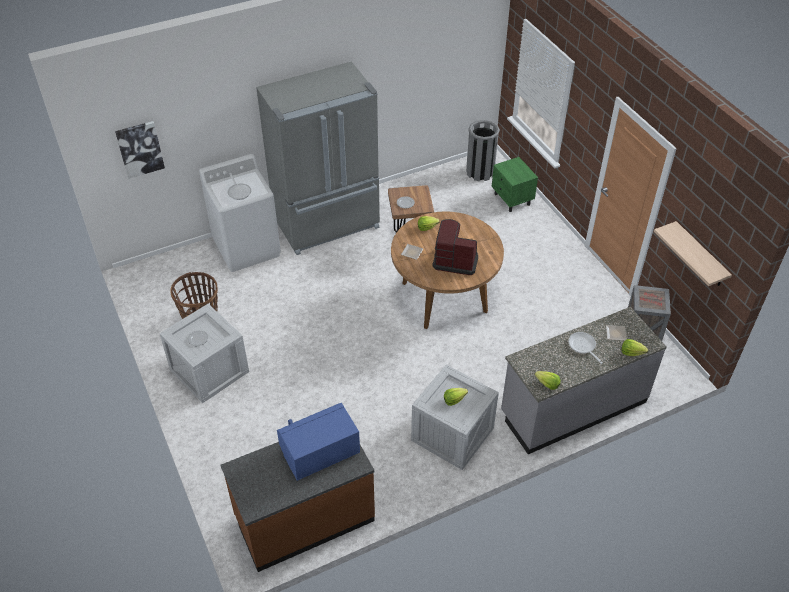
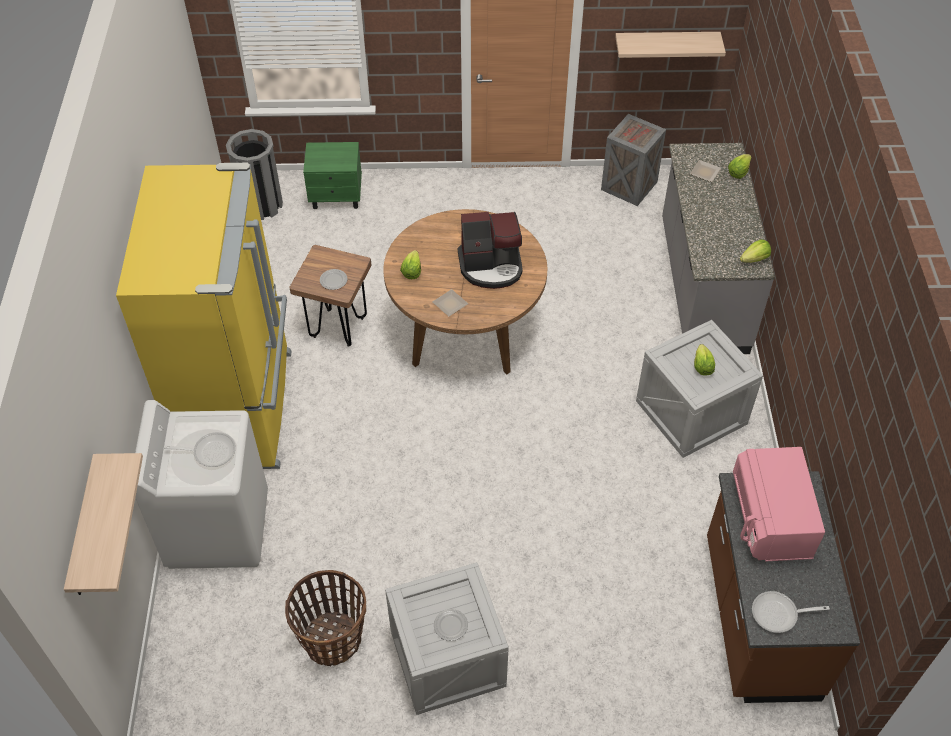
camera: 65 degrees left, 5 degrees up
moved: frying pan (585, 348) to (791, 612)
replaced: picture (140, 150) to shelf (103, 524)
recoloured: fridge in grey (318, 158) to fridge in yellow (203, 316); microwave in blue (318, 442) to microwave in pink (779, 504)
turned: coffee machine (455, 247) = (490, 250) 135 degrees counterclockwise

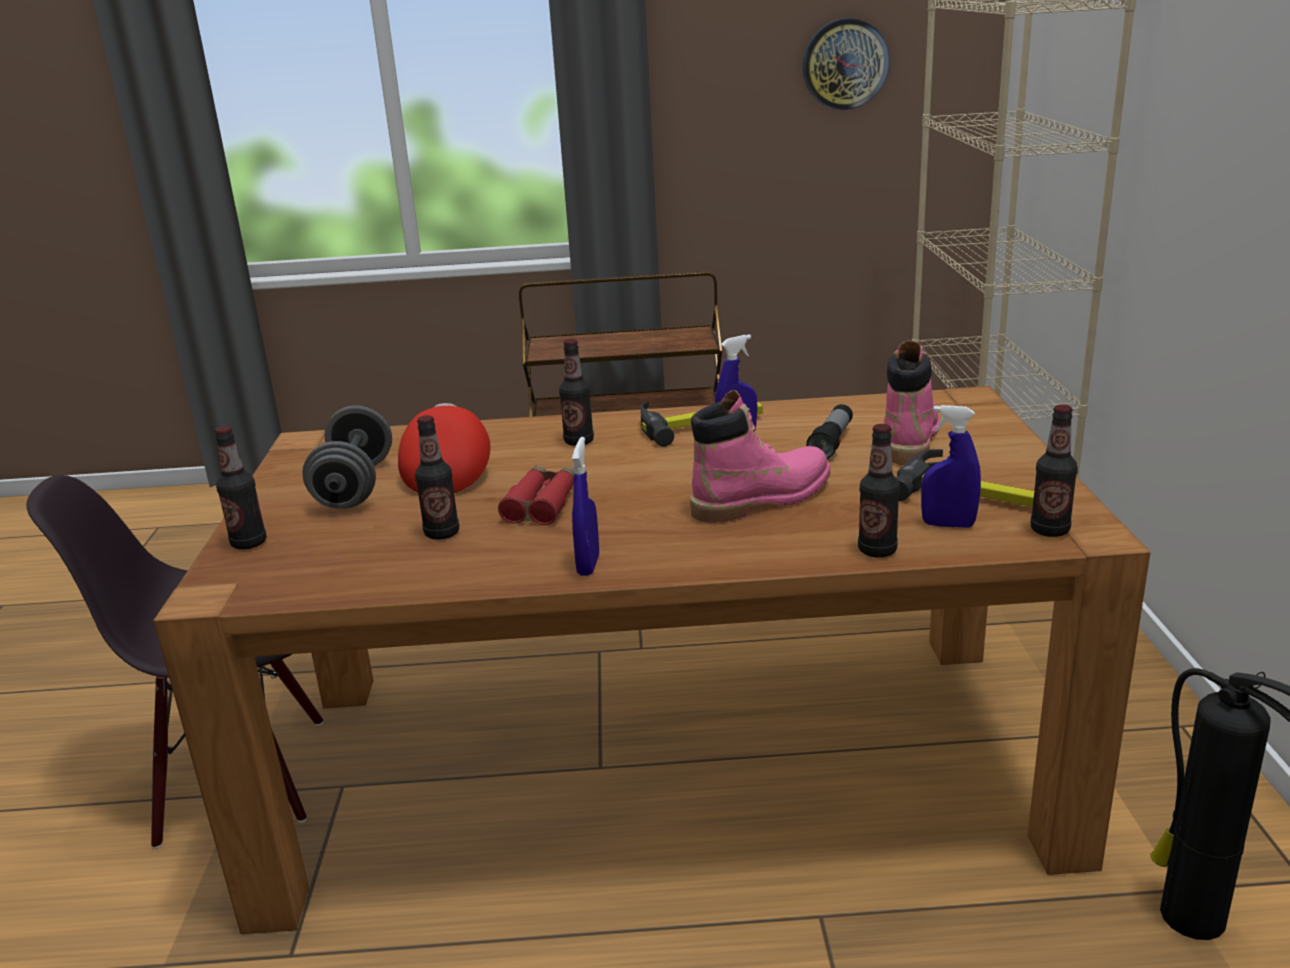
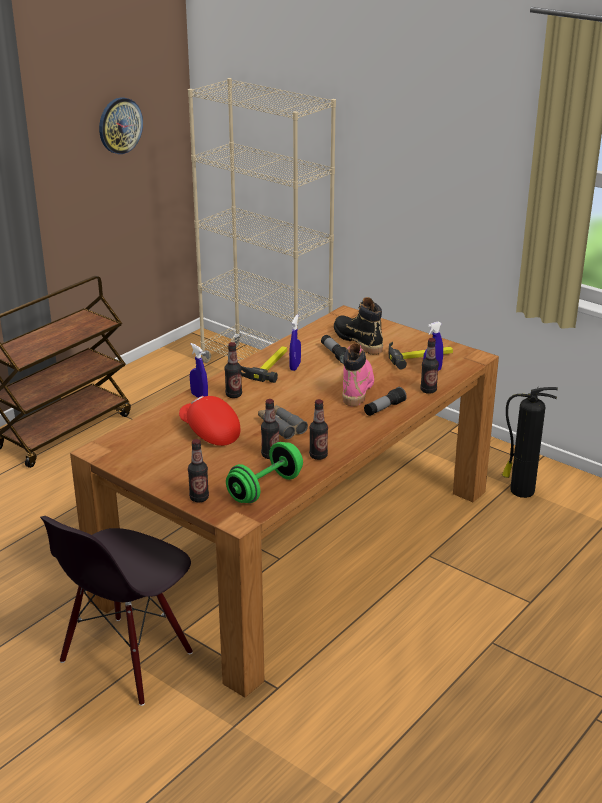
camera: 50 degrees left, 5 degrees up
removed: dumbbell in grey (347, 457)
added: dumbbell in green (264, 472); flashlight (385, 401)
moved: spray bottle in blue (585, 506) to (199, 370); bottle (1054, 470) to (318, 429)
recoloured: binoculars in red (536, 495) to binoculars in grey (283, 422); boot in pink (911, 402) to boot in black (358, 326)

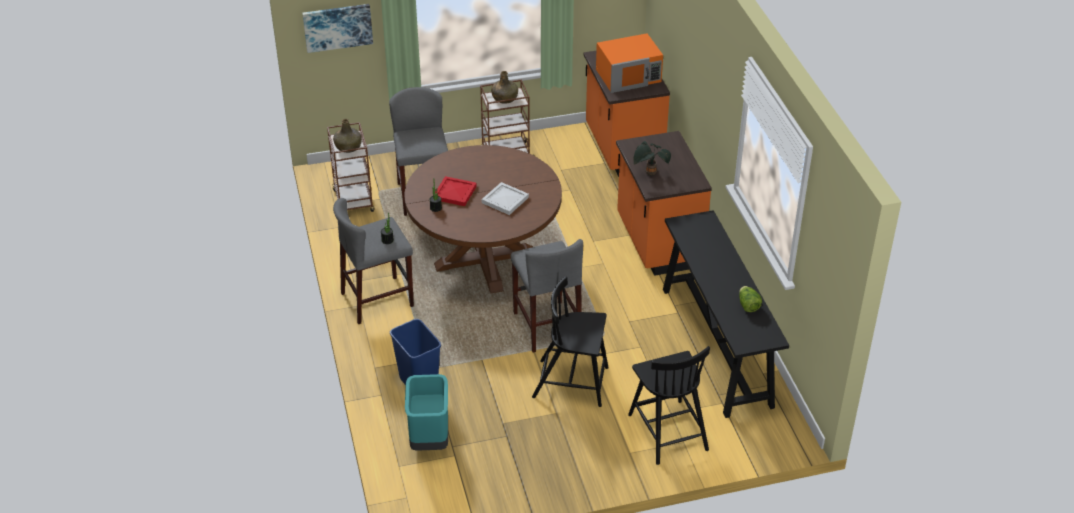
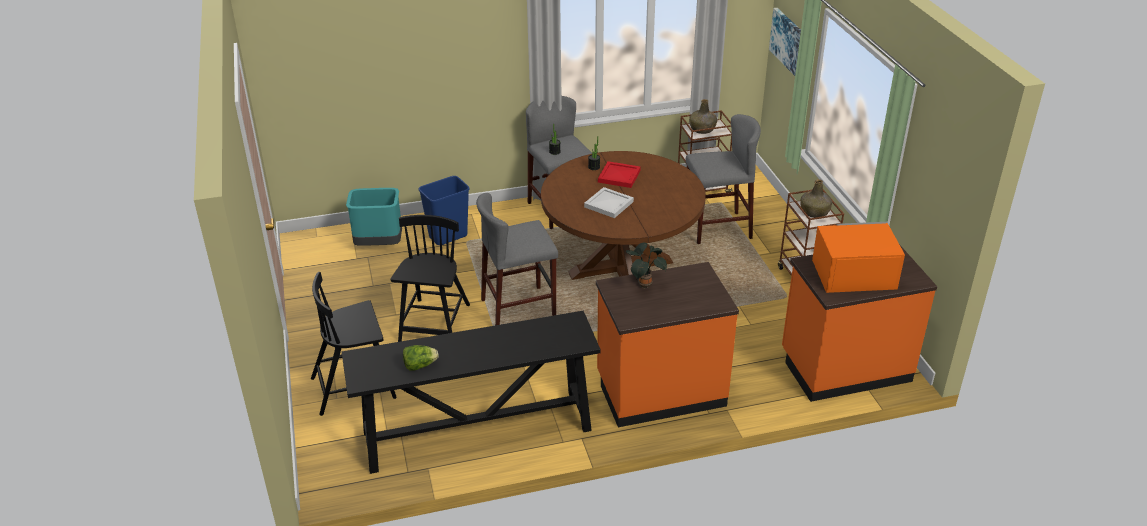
camera: 90 degrees right, 5 degrees down
turned: microwave in orange (629, 63) = (858, 257) 105 degrees clockwise

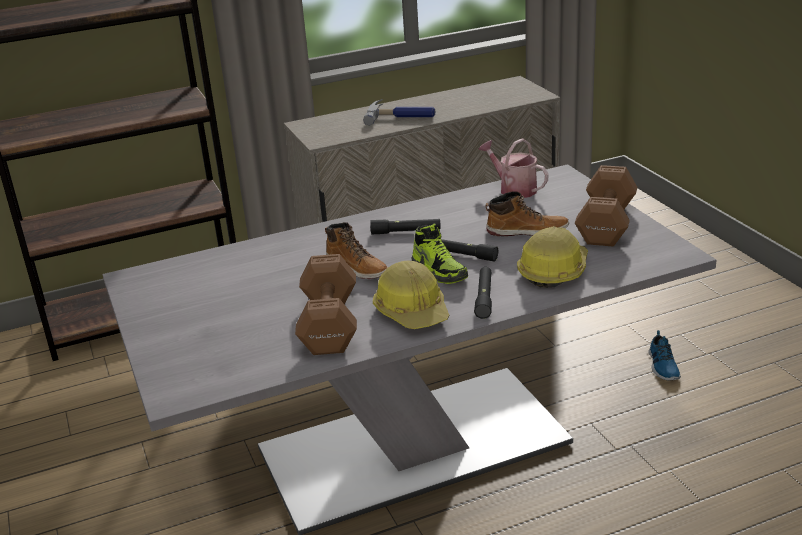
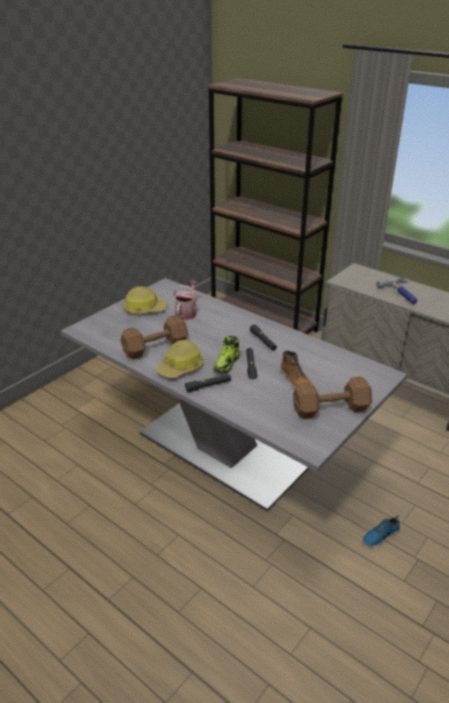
camera: 60 degrees right, 5 degrees up
removed: boot (356, 250)
moved: hard hat (552, 257) to (145, 300); watering can (513, 168) to (185, 300)

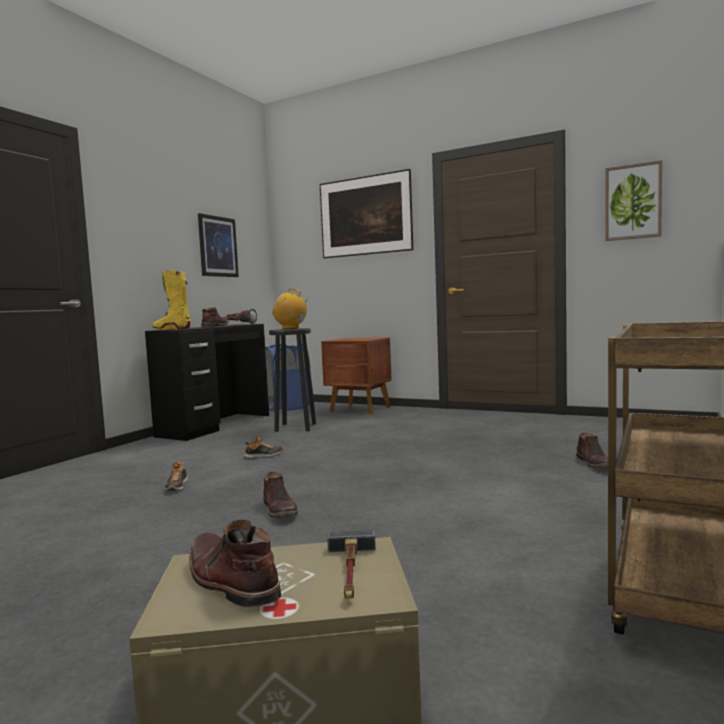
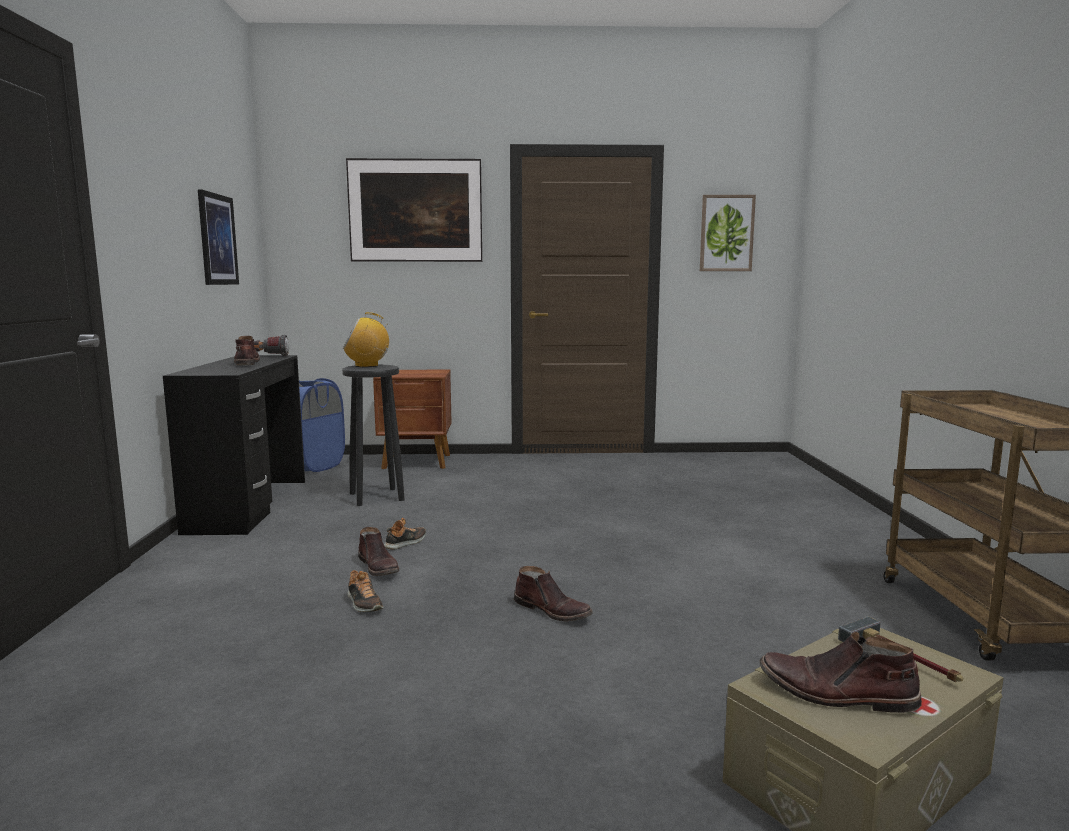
camera: 30 degrees left, 5 degrees up
removed: boot in yellow (172, 300)
moved: boot in brown (592, 451) to (378, 551)

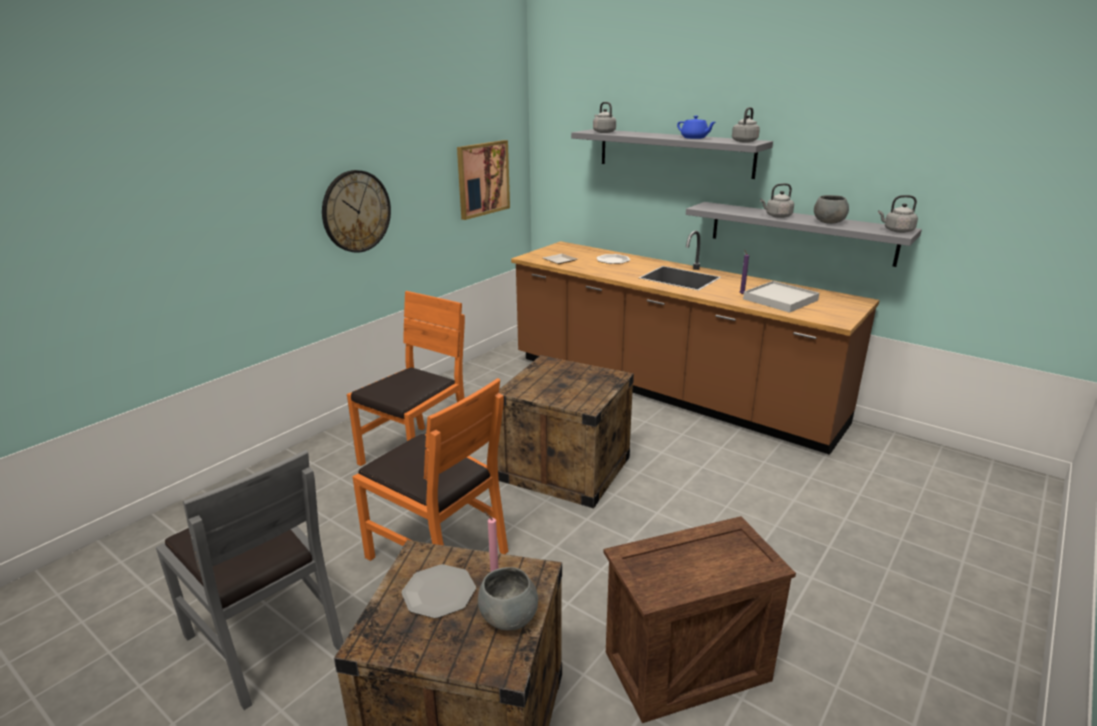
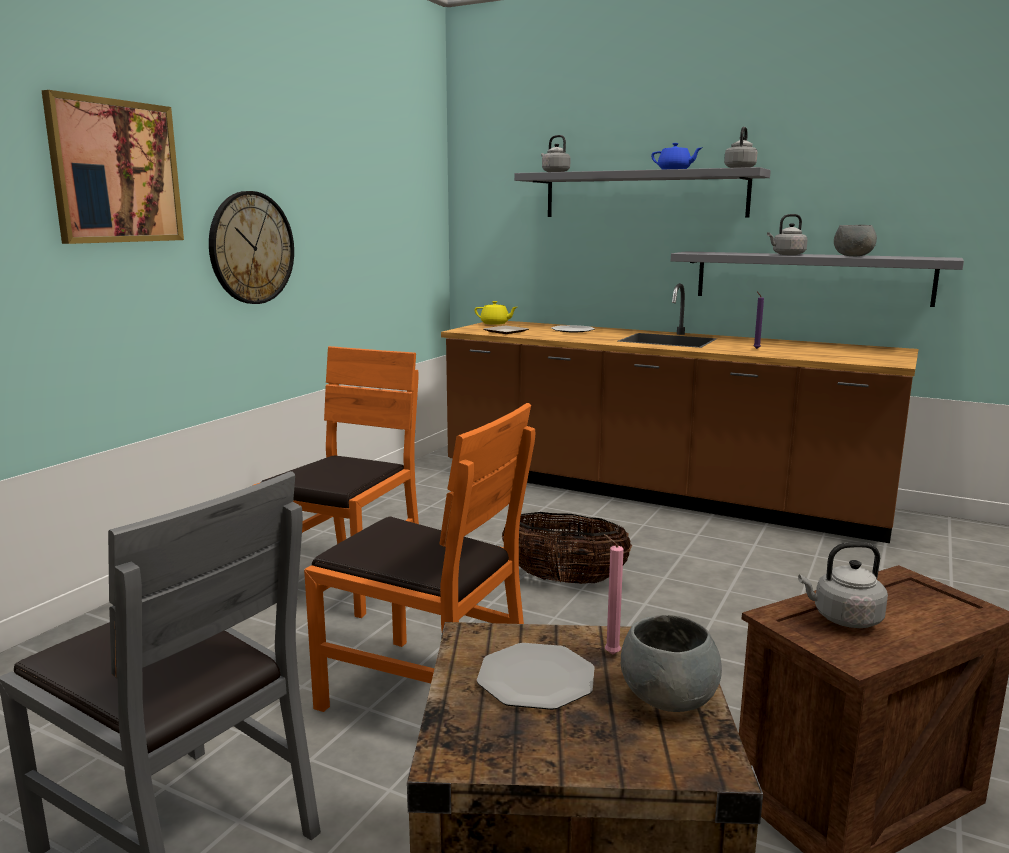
camera: 10 degrees left, 10 degrees down
removed: tray in white (781, 297)
added: teapot in yellow (496, 313)
moved: picture (483, 180) to (112, 167); kettle in grey (898, 214) to (843, 585)
replaced: crate (566, 431) to basket (567, 548)

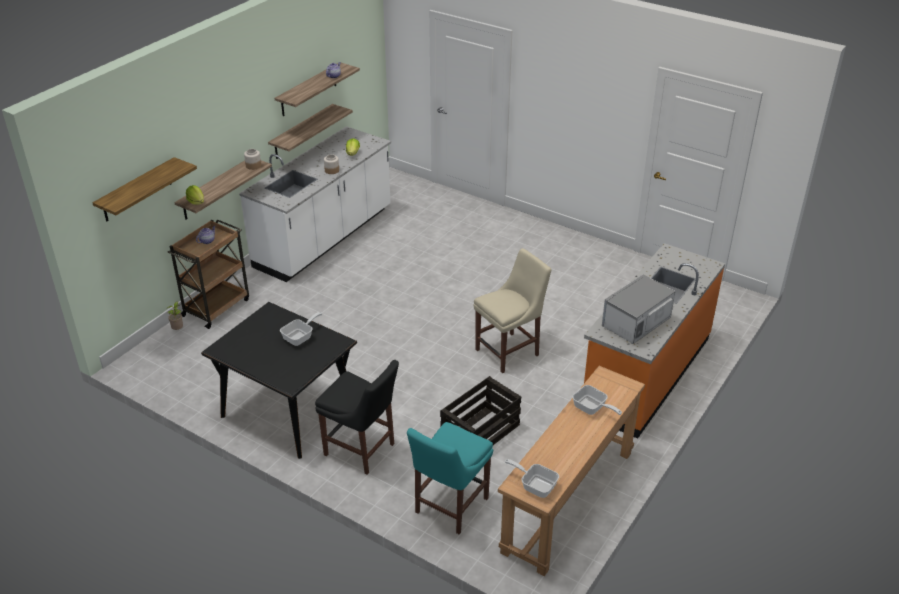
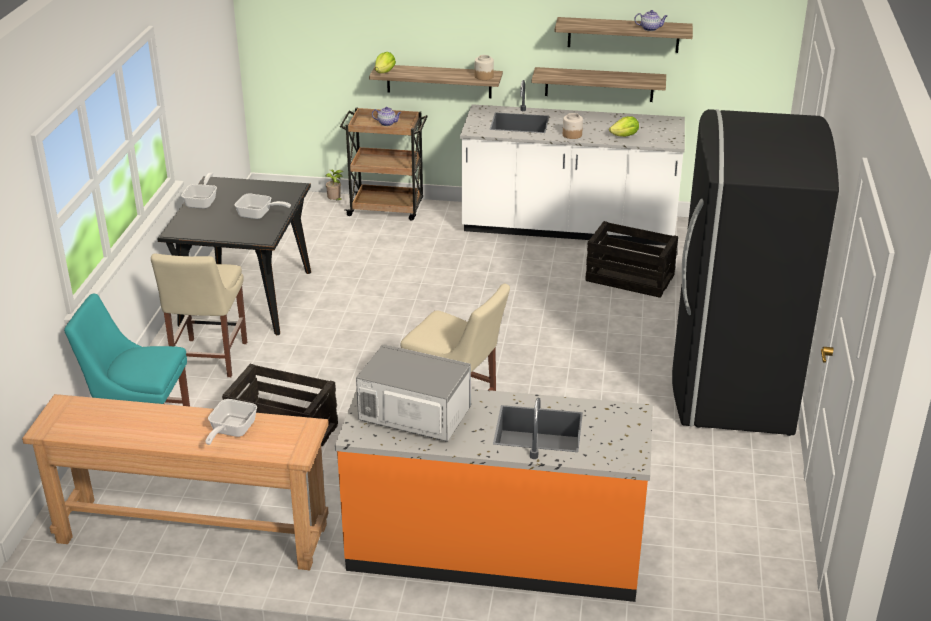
camera: 65 degrees right, 5 degrees down
removed: shelf (144, 189)
added: crate (631, 259); fridge in black (755, 272)
moved: frying pan (532, 478) to (199, 190)
recoloured: chair in black (357, 417) to chair in beige (199, 315)

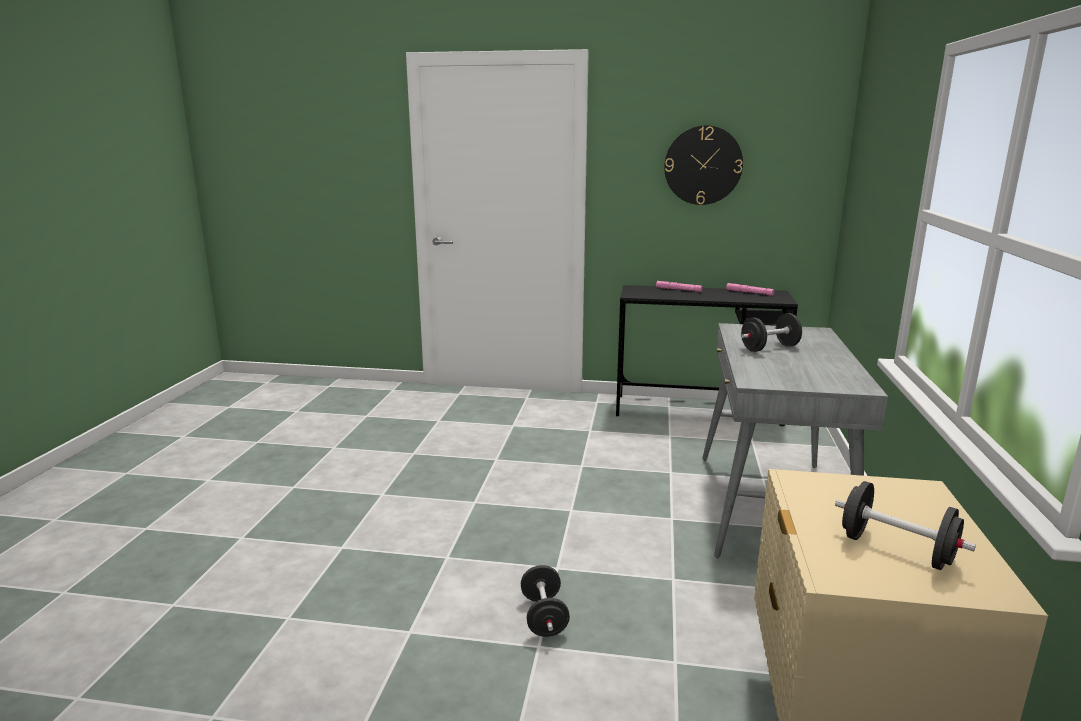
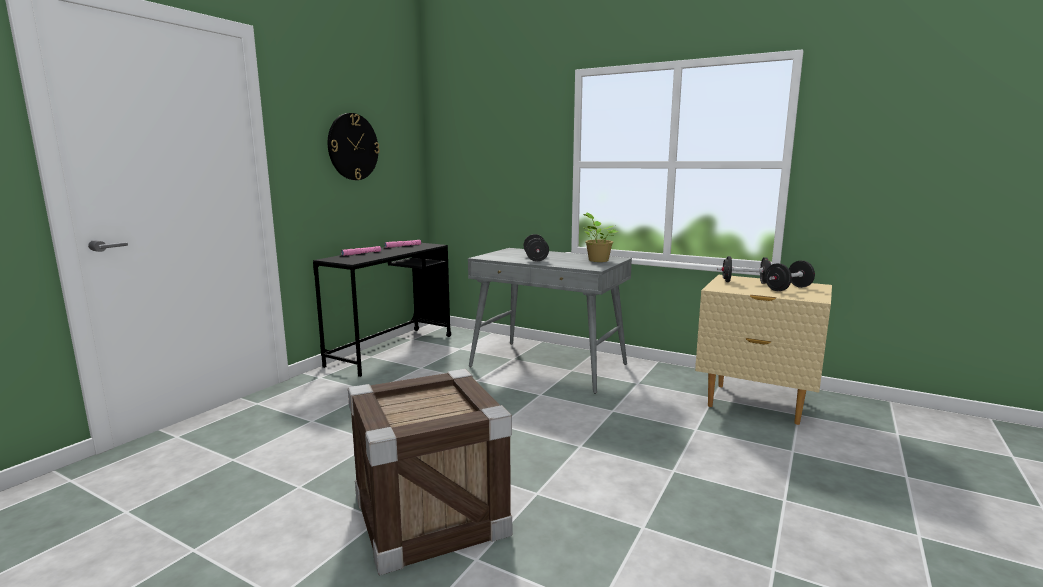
camera: 70 degrees left, 5 degrees down
added: crate (430, 472); potted plant (601, 237)
moved: dumbbell in black (545, 601) to (744, 270)

